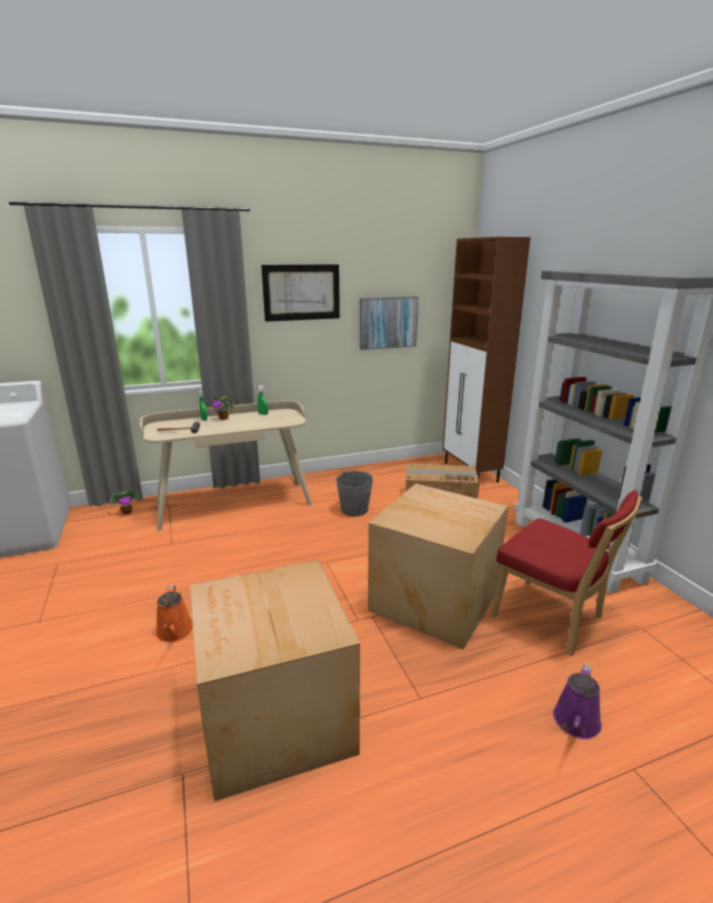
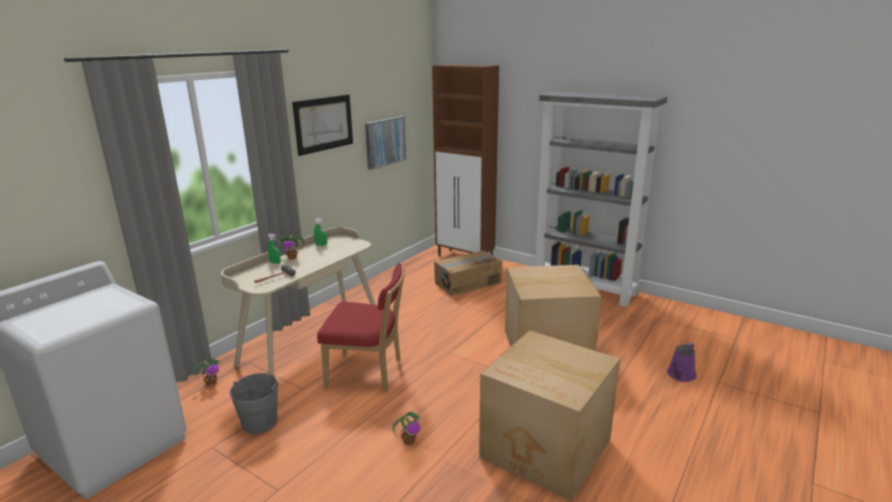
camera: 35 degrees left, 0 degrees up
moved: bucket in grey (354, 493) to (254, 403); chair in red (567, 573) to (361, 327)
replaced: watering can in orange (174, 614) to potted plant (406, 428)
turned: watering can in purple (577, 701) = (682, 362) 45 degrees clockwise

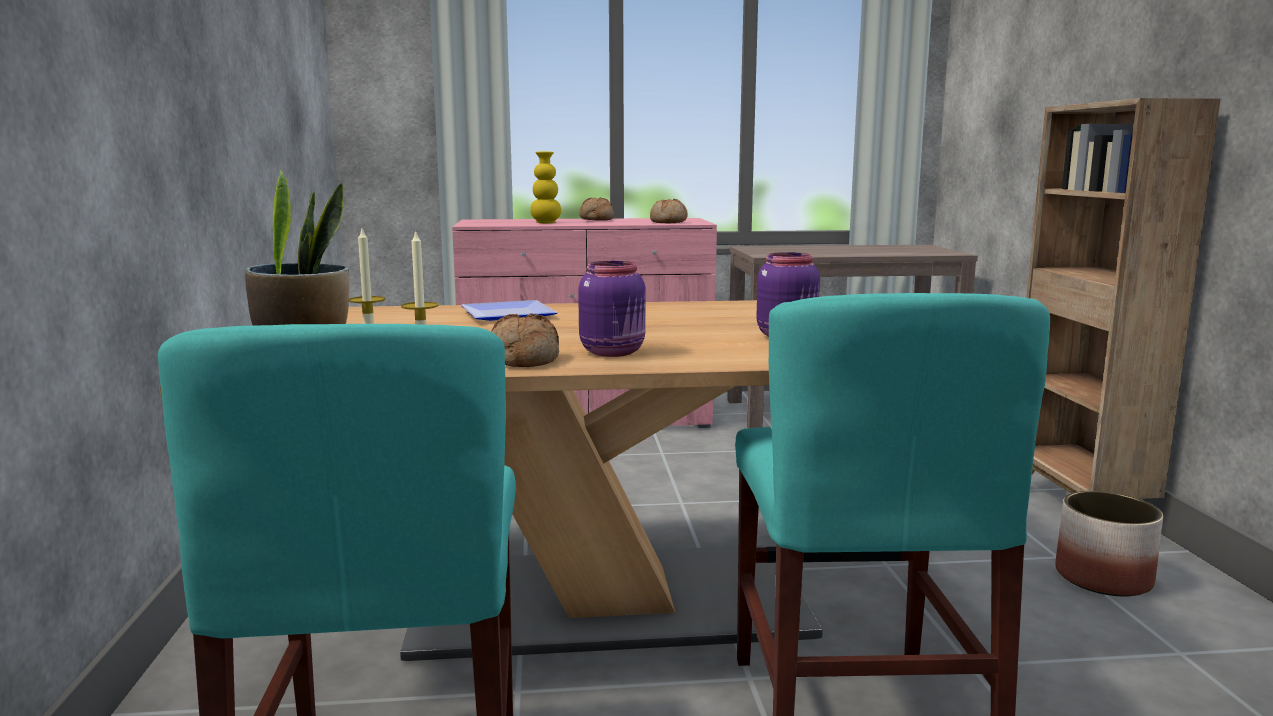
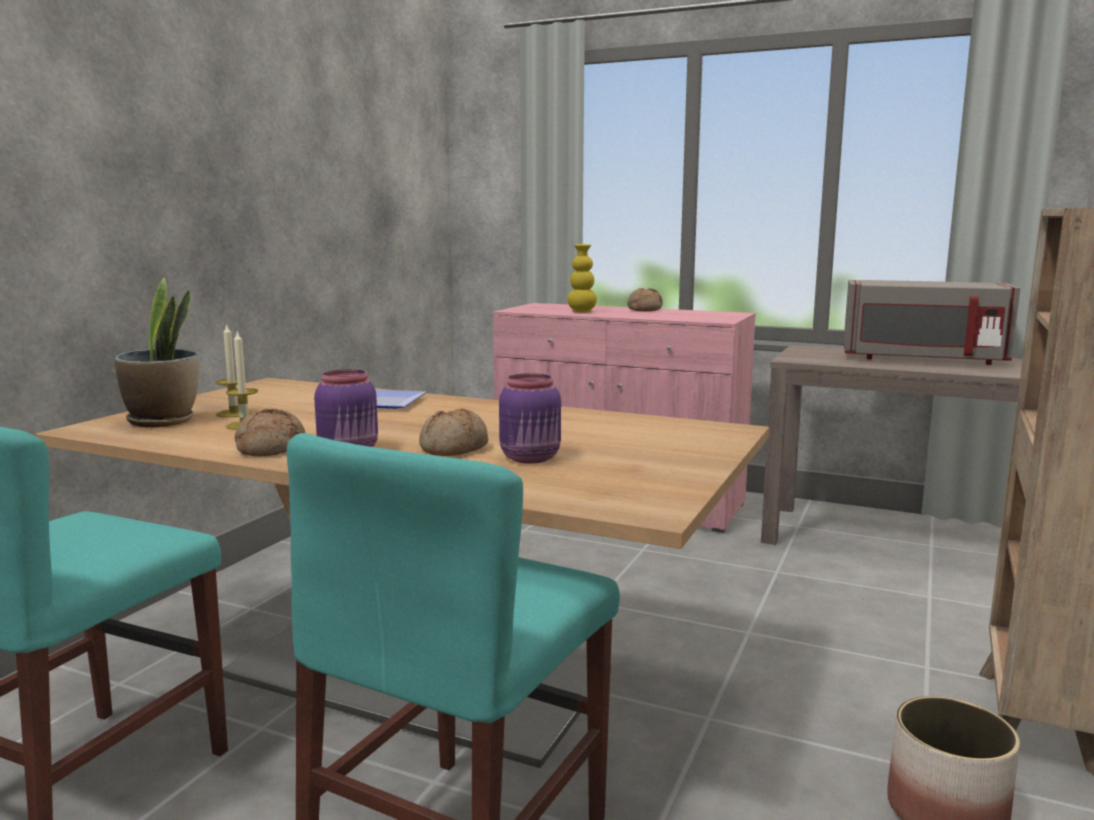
camera: 30 degrees right, 0 degrees up
added: microwave in grey (932, 322)
moved: bread (669, 211) to (453, 432)

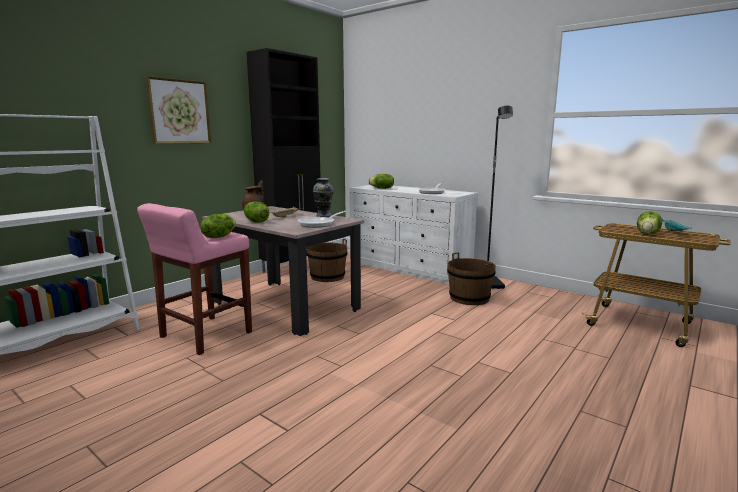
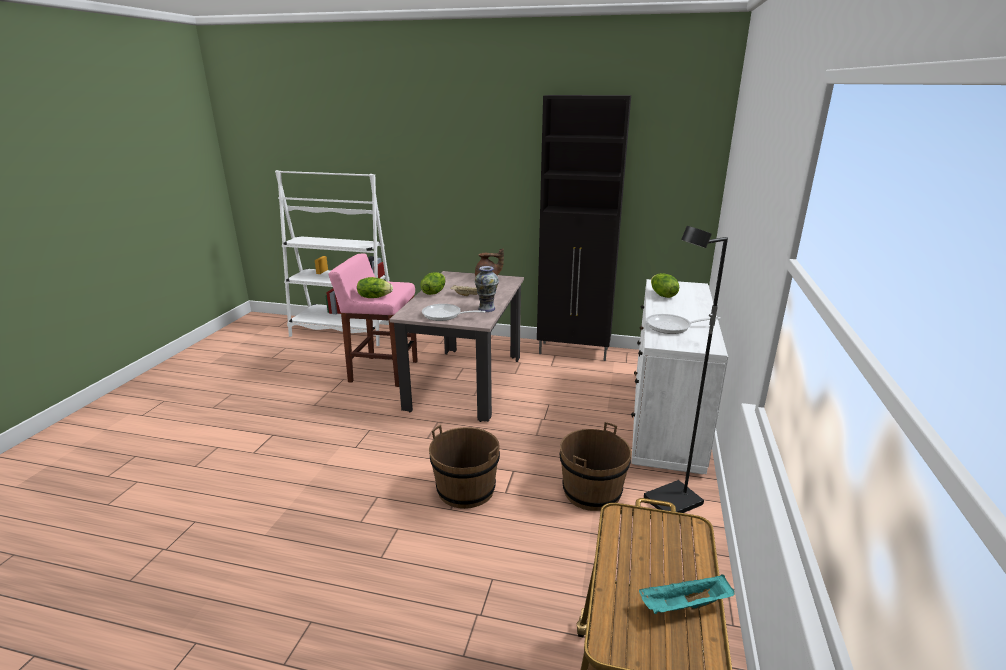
camera: 65 degrees right, 10 degrees up
removed: picture (178, 110); lettuce (649, 222)
moved: bucket in brown (327, 260) to (464, 467)

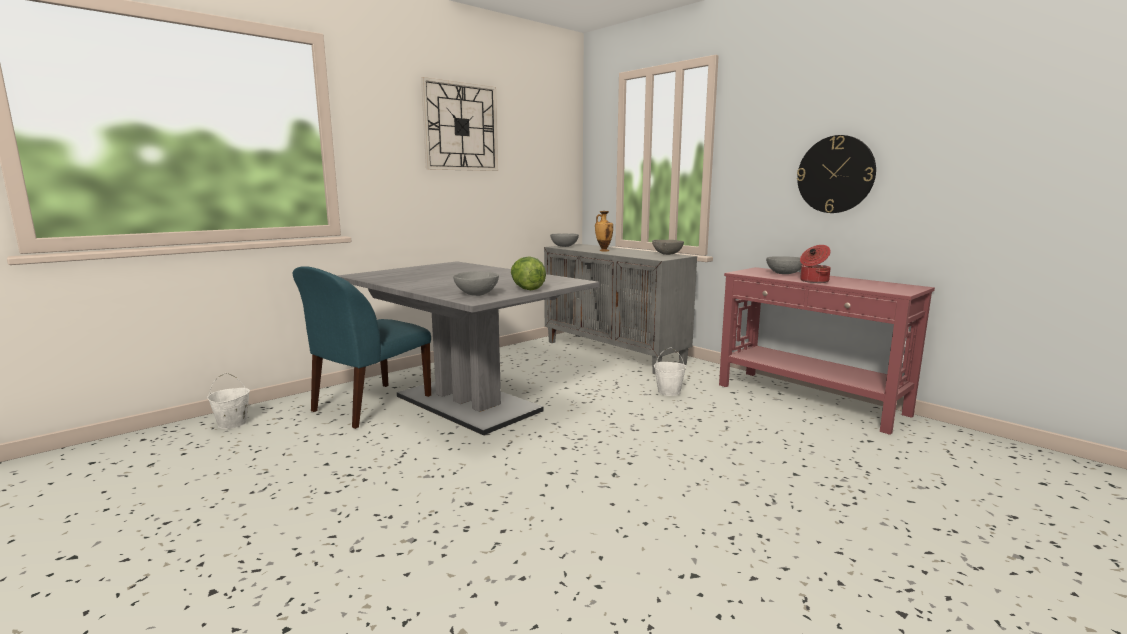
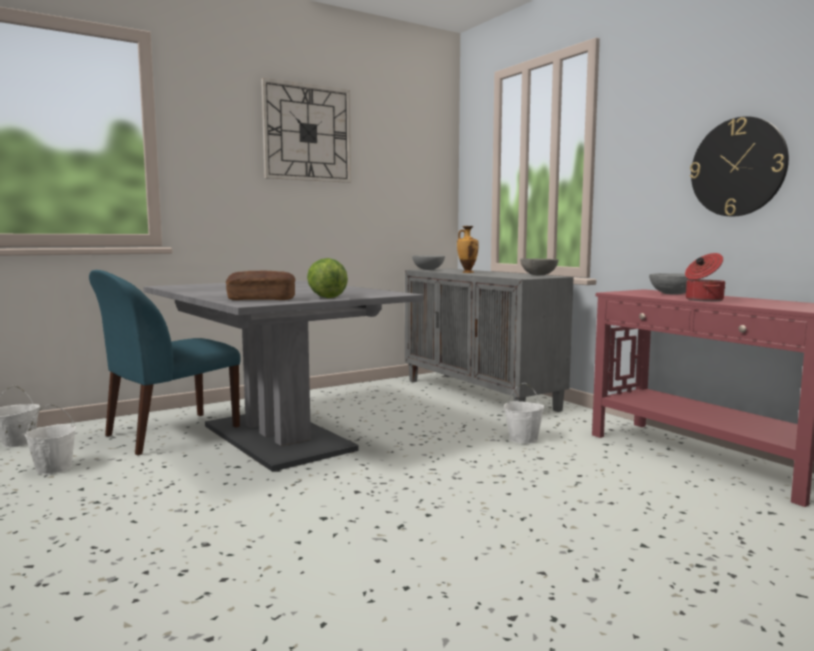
camera: 10 degrees right, 5 degrees down
added: bucket in white (50, 439)
replaced: bowl in grey (476, 283) to bread (260, 285)

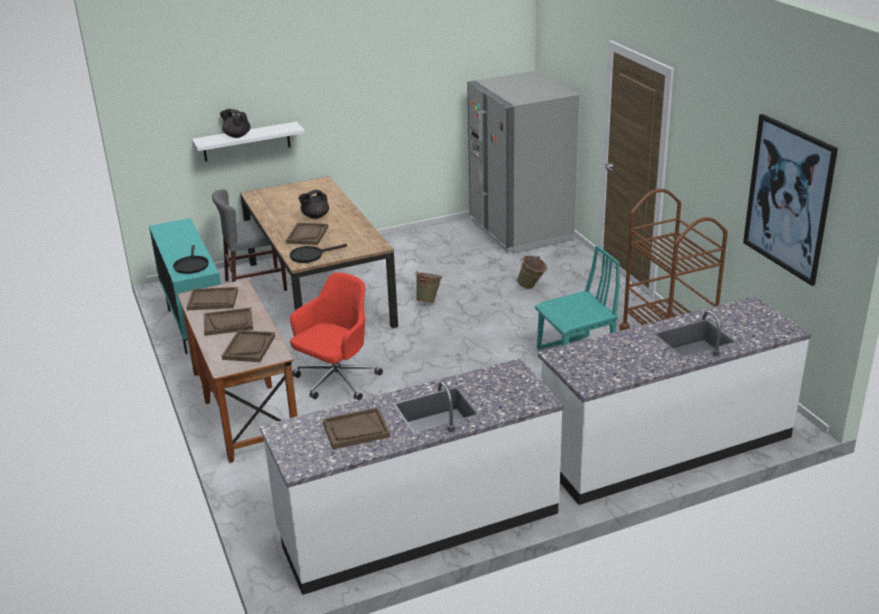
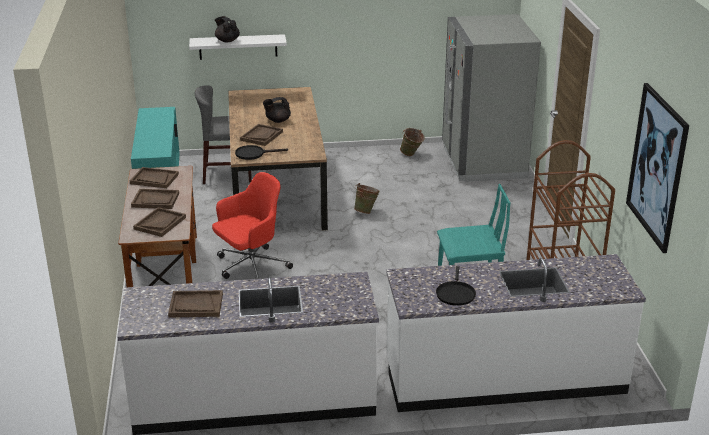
camera: 15 degrees right, 0 degrees up
moved: bucket in green (532, 272) to (412, 142); frying pan in black (191, 259) to (456, 286)

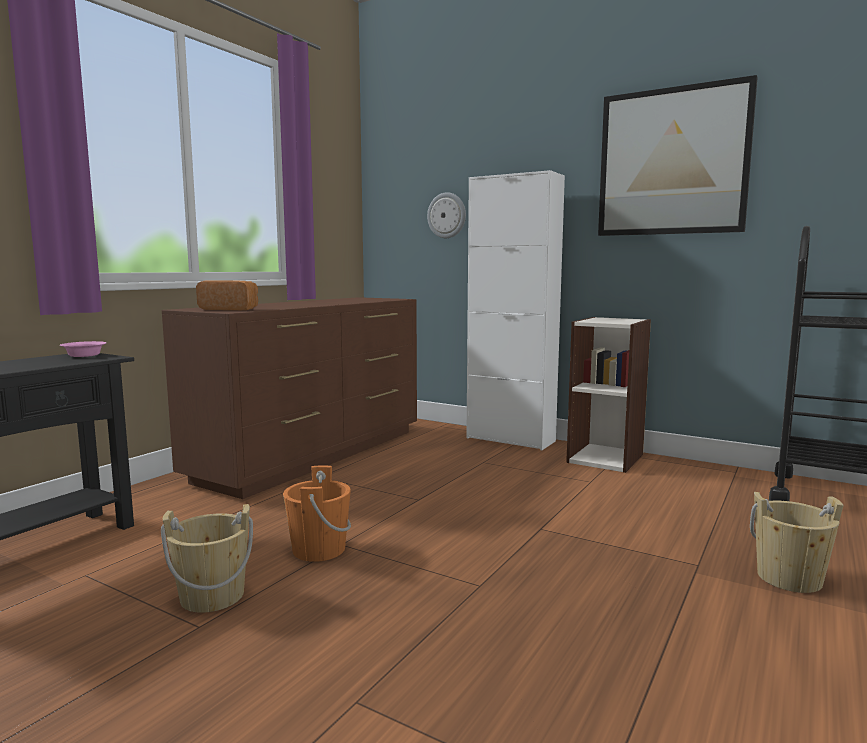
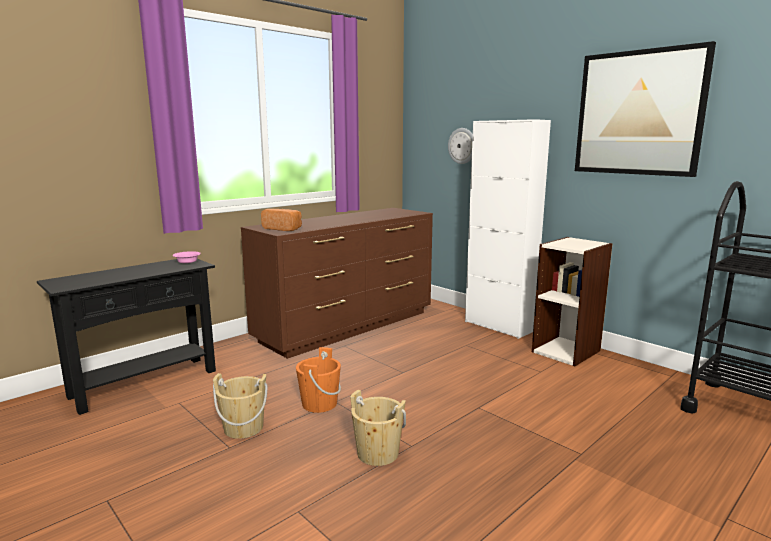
camera: 15 degrees right, 5 degrees up
moved: bucket in beige (797, 542) to (378, 428)

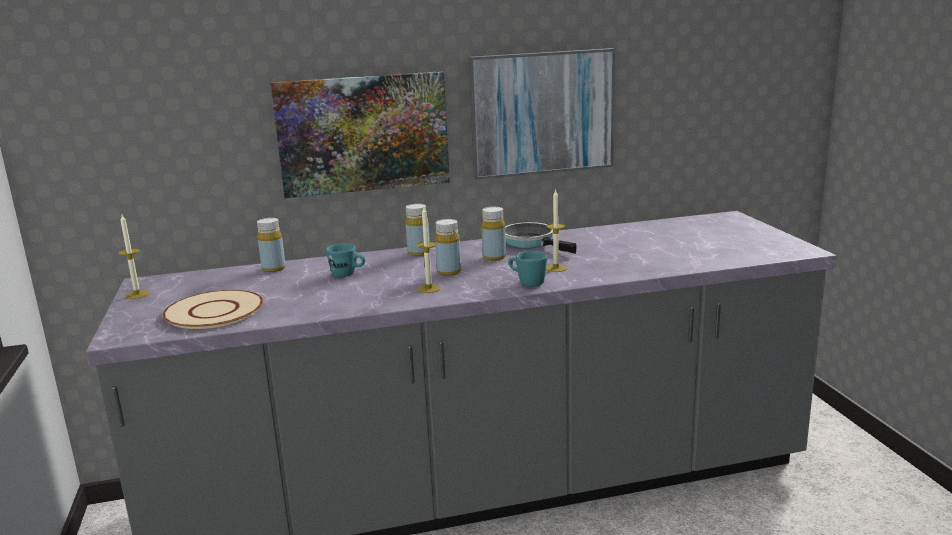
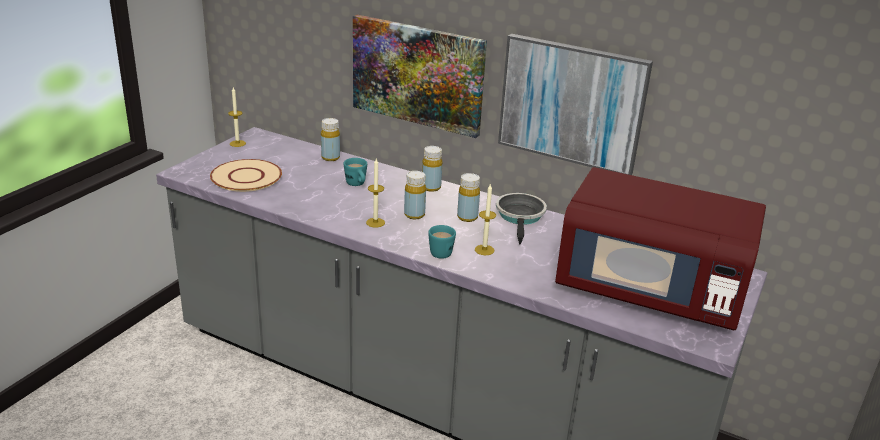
camera: 40 degrees right, 10 degrees up
added: microwave in red (660, 248)

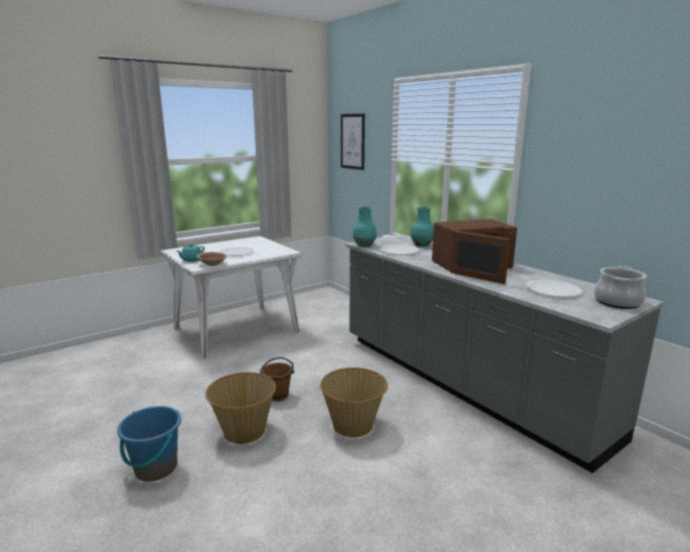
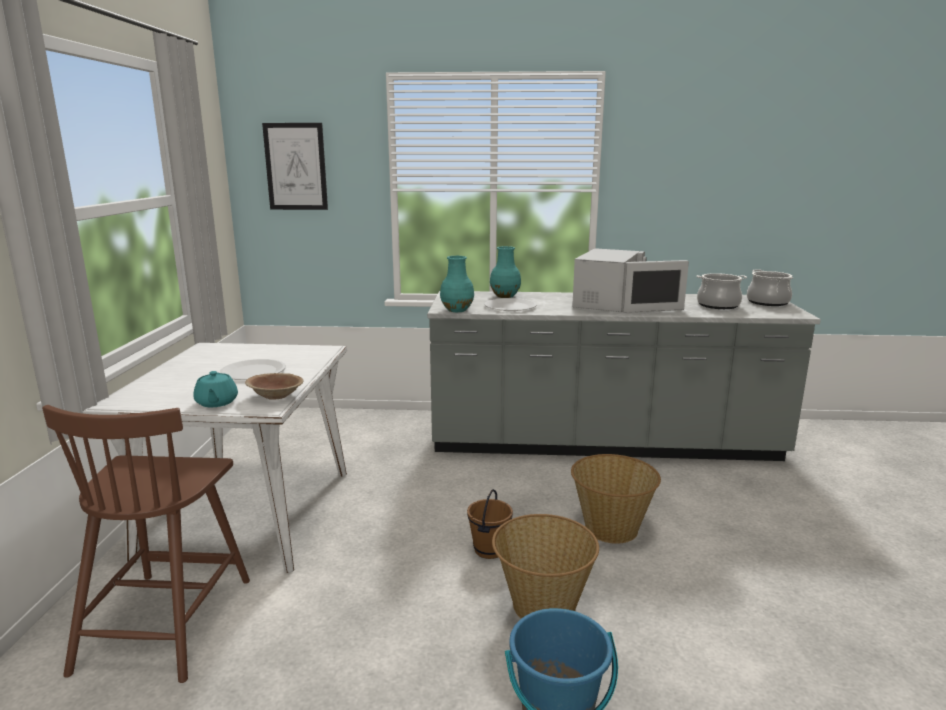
camera: 50 degrees left, 0 degrees up
added: chair in brown (146, 544)
replaced: plate in white (554, 288) to cooking pot (721, 291)
recoloured: microwave in brown (474, 251) to microwave in white (630, 280)

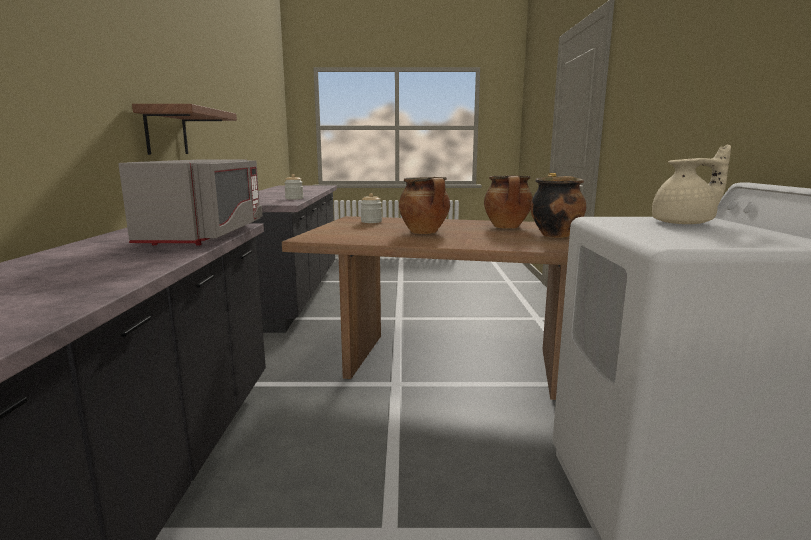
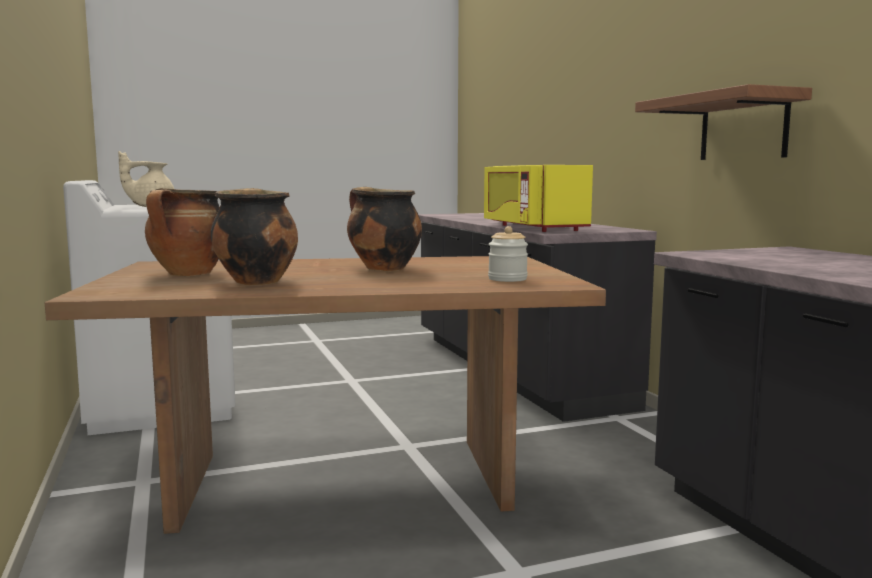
camera: 160 degrees right, 5 degrees down
removed: jar (294, 186)
recoloured: microwave in grey (190, 203) to microwave in yellow (538, 198)

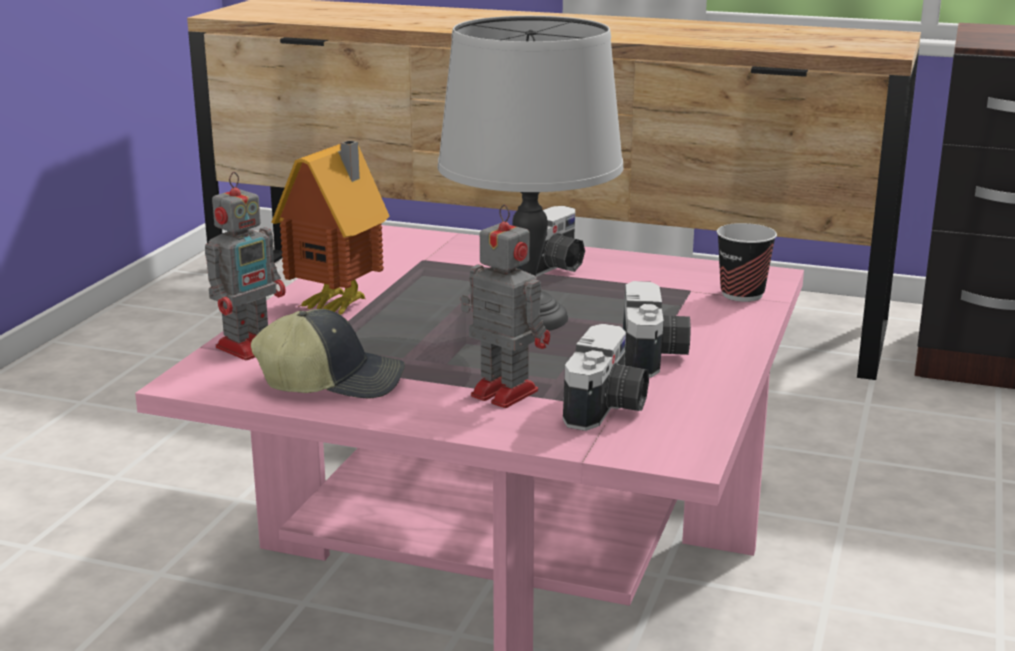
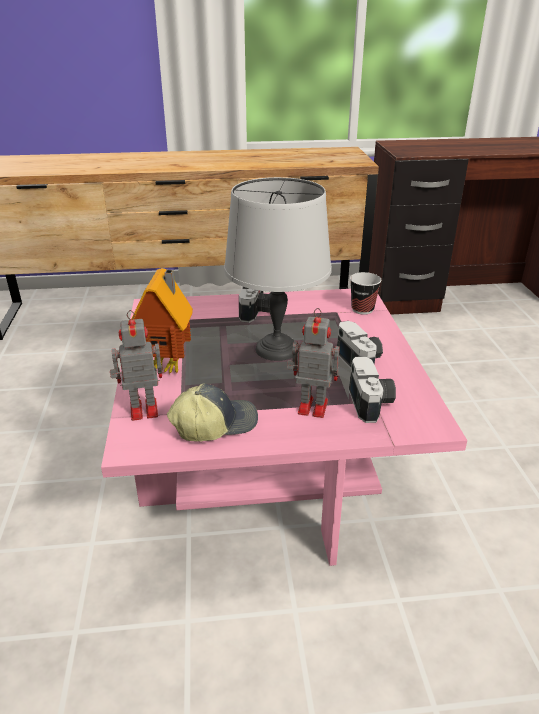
camera: 25 degrees left, 10 degrees up
turned: toy robot (245, 266) = (136, 365) 120 degrees counterclockwise

